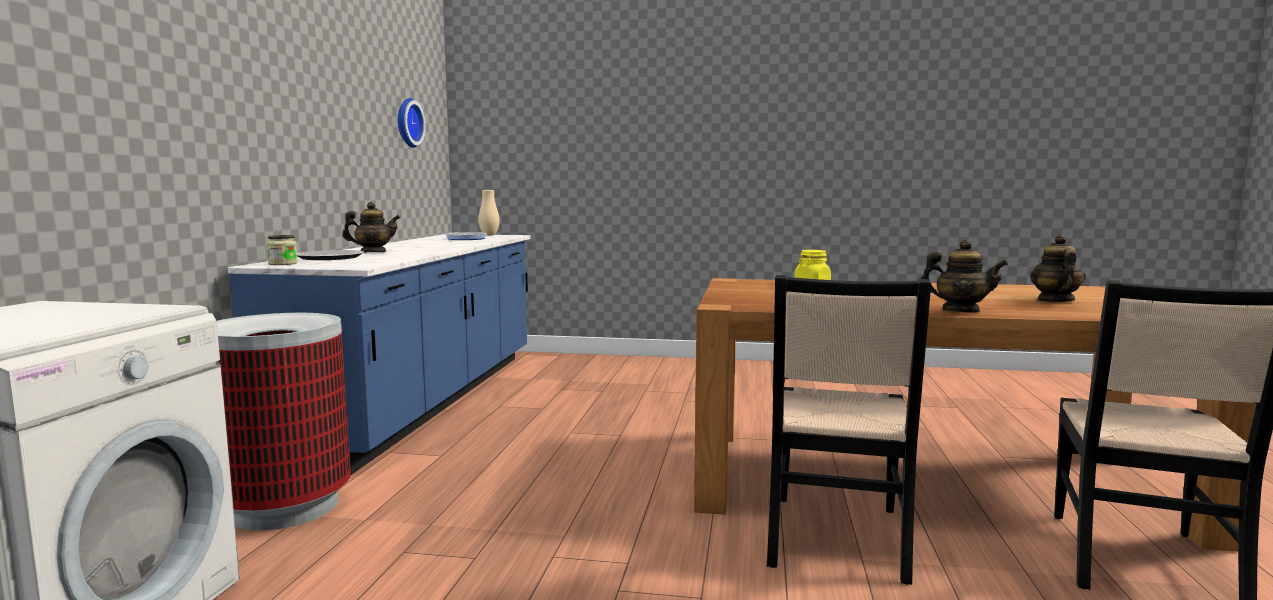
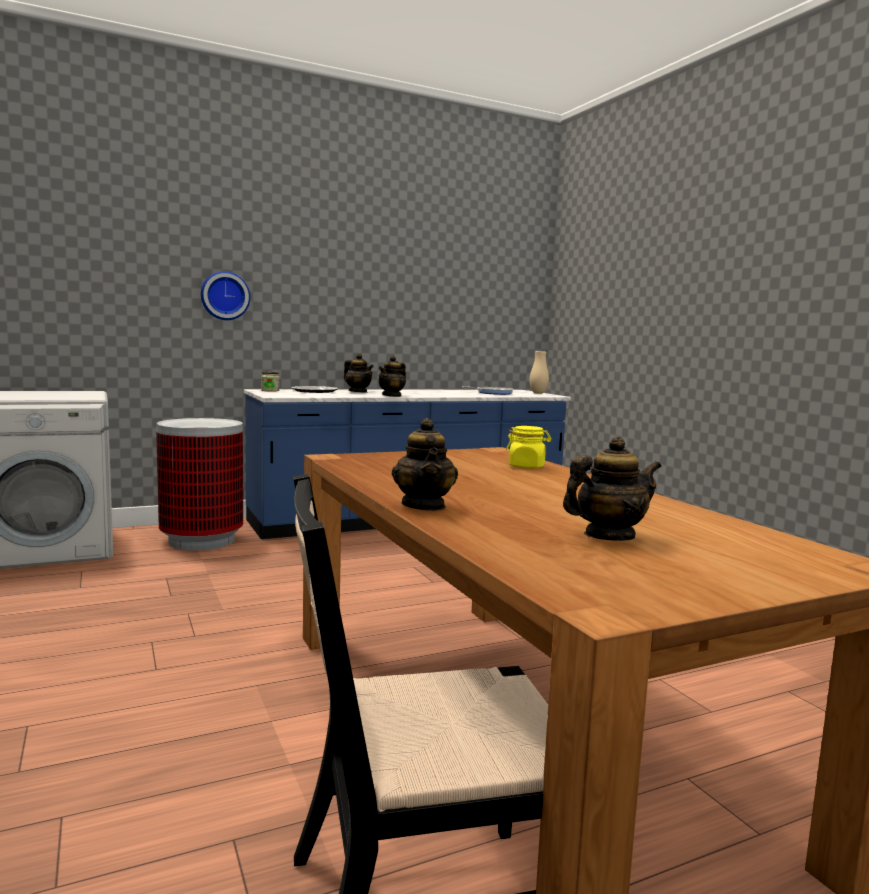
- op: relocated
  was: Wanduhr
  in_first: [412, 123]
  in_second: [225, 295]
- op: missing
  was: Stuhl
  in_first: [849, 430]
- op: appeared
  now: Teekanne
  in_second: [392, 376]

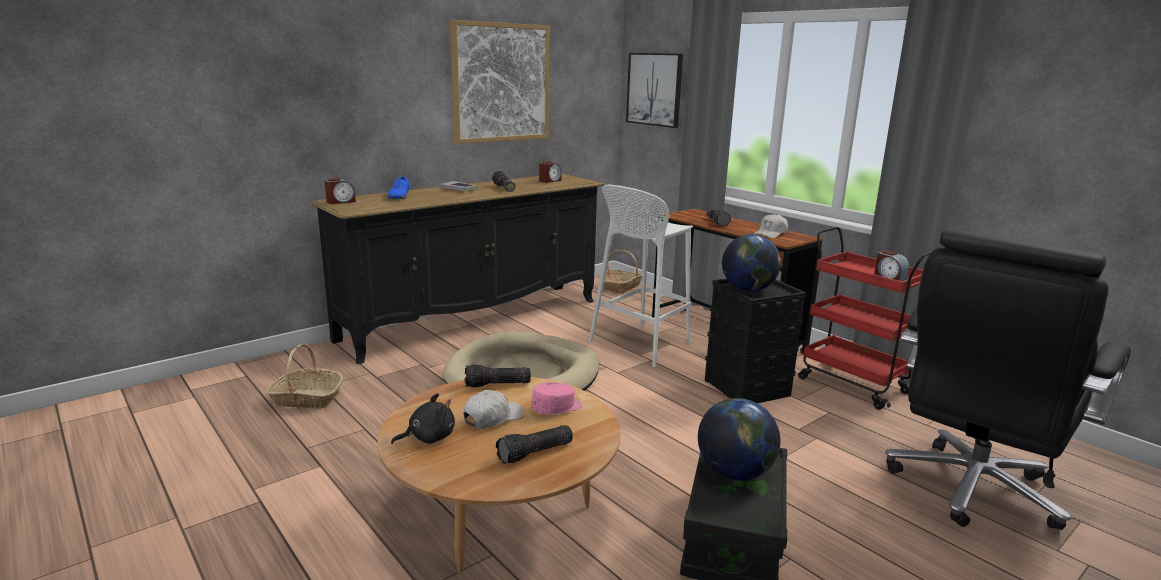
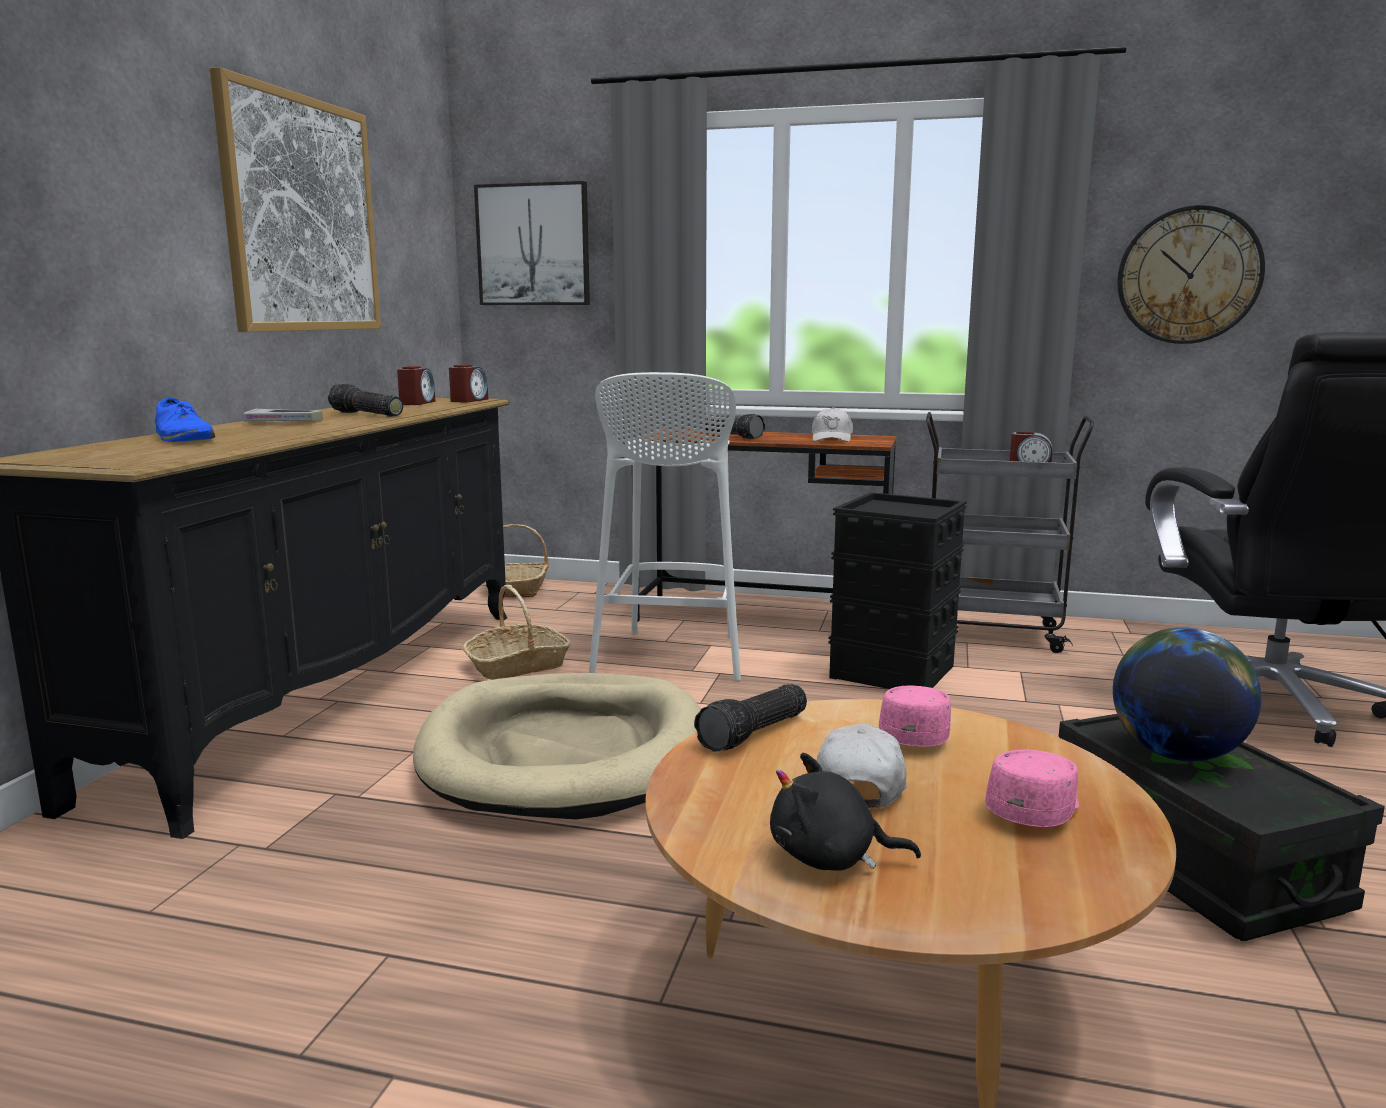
- op: relocated
  was: Wecker
  in_first: [340, 191]
  in_second: [468, 383]
- op: colour
  was: Rollwagen/rot
  now: Rollwagen/grau
  in_first: [865, 318]
  in_second: [1010, 532]
- op: missing
  was: Globus
  in_first: [751, 263]
- op: relocated
  was: Korb
  in_first: [305, 376]
  in_second: [516, 632]
- op: spun
  was: Plüschtier/schwarz
  in_first: [423, 418]
  in_second: [845, 811]
  clockwise: -105
- op: exchanged
  was: Taschenlampe
  now: Kappe/rosa
  in_first: [534, 444]
  in_second: [1032, 788]
- op: appeared
  now: Wanduhr
  in_second: [1191, 274]

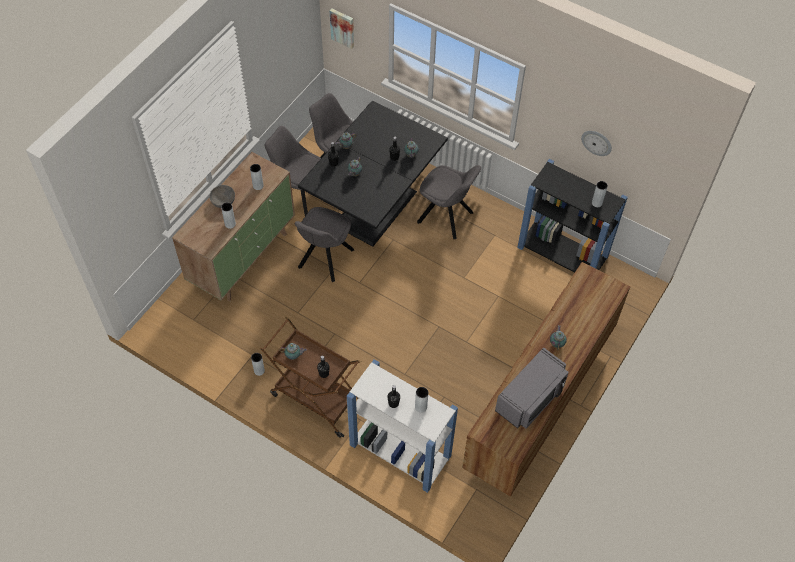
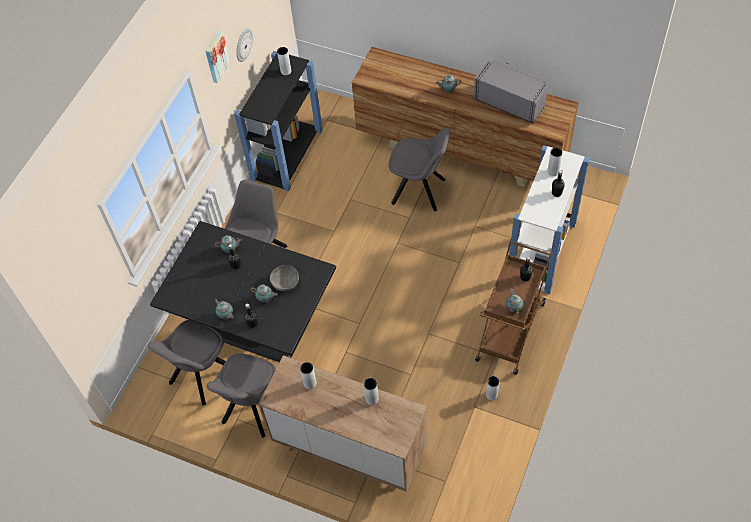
- op: relocated
  was: Bild
  in_first: [342, 29]
  in_second: [218, 56]
- op: relocated
  was: Schüssel/grau
  in_first: [222, 196]
  in_second: [284, 278]
- op: relocated
  was: Stuhl/grau
  in_first: [324, 244]
  in_second: [419, 169]

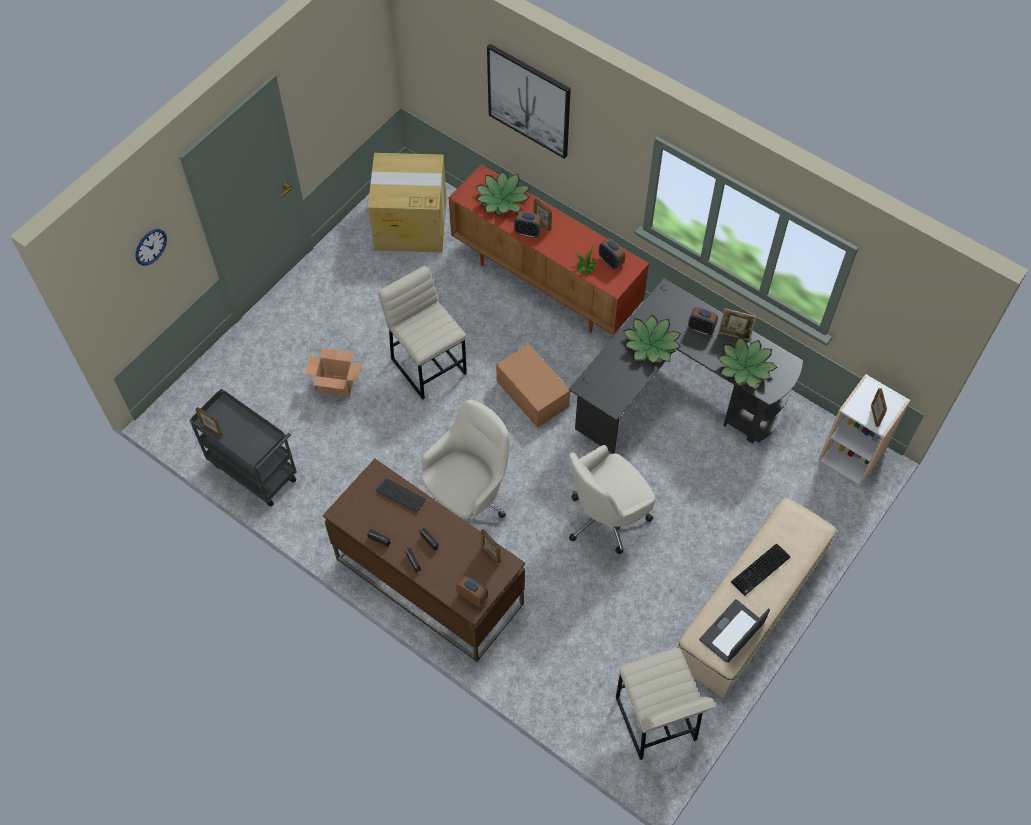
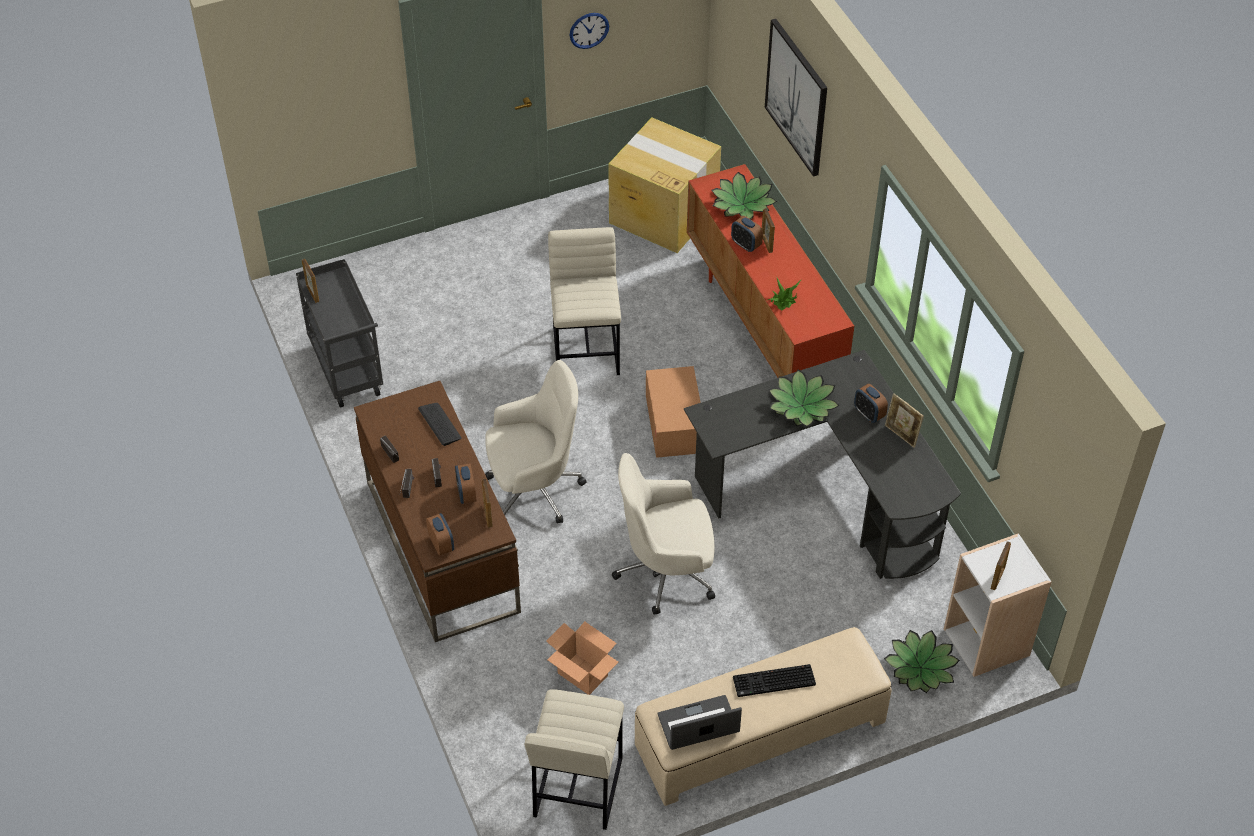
- op: relocated
  was: Wanduhr
  in_first: [151, 247]
  in_second: [589, 31]
- op: relocated
  was: Wecker
  in_first: [612, 253]
  in_second: [465, 484]
- op: relocated
  was: Topfpflanze
  in_first: [747, 362]
  in_second: [922, 661]
- op: relocated
  was: Karton
  in_first: [333, 372]
  in_second: [582, 658]

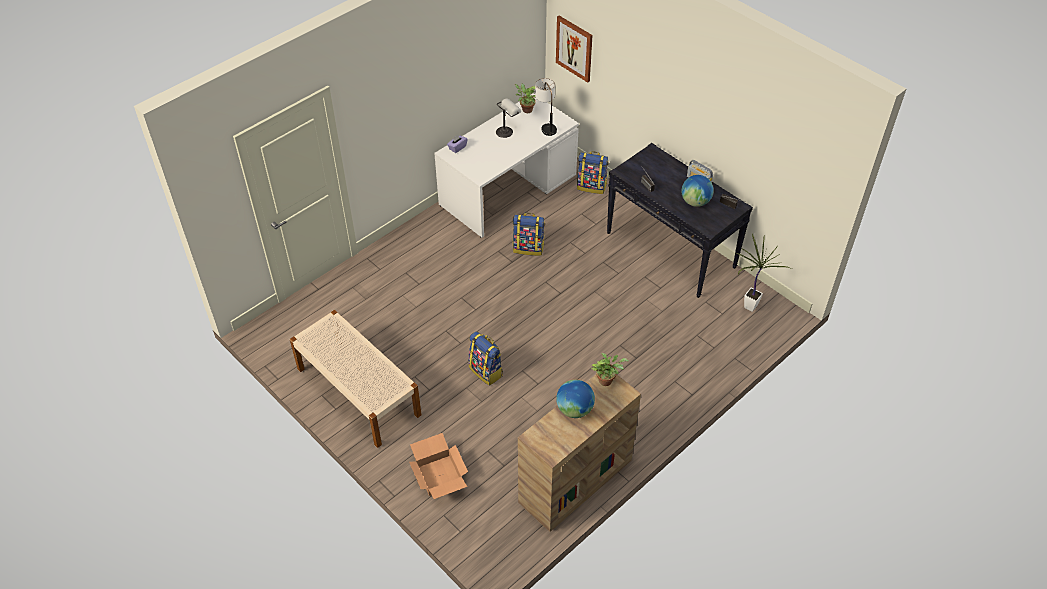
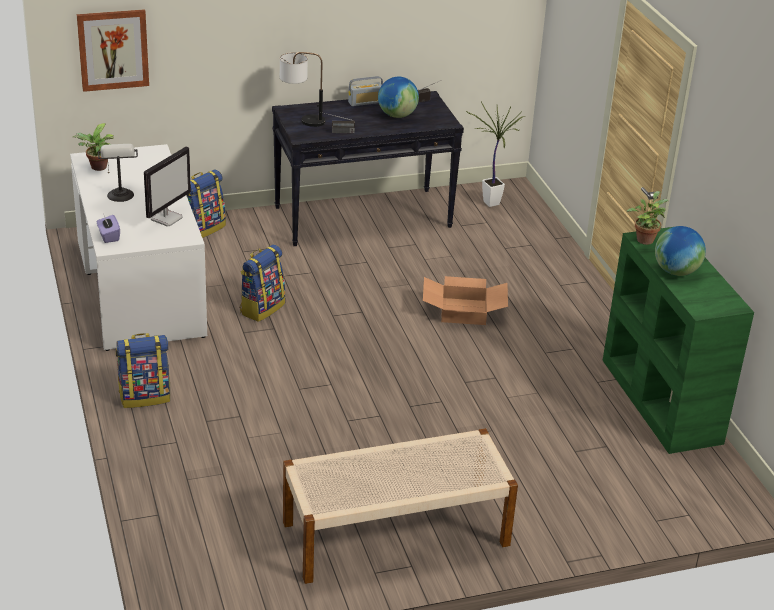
- op: relocated
  was: Tischlampe
  in_first: [546, 107]
  in_second: [302, 89]
- op: relocated
  was: Rucksack
  in_first: [485, 358]
  in_second: [143, 370]
- op: colour
  was: Bücherregal/braun
  now: Bücherregal/grün
  in_first: [579, 453]
  in_second: [678, 340]
- op: relocated
  was: Karton
  in_first: [438, 466]
  in_second: [465, 300]
- op: appeared
  now: Monitor
  in_second: [167, 186]

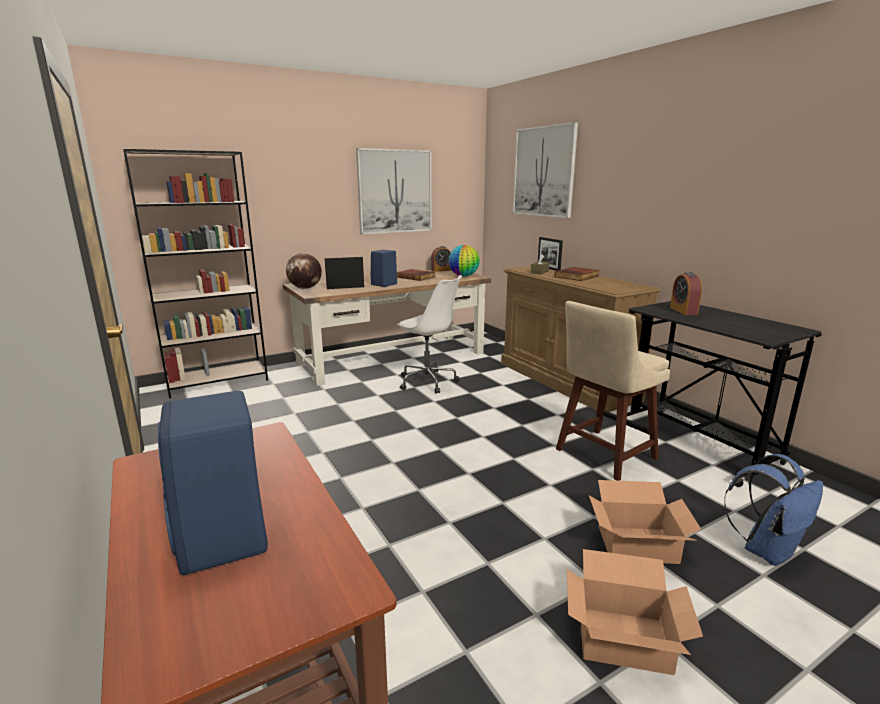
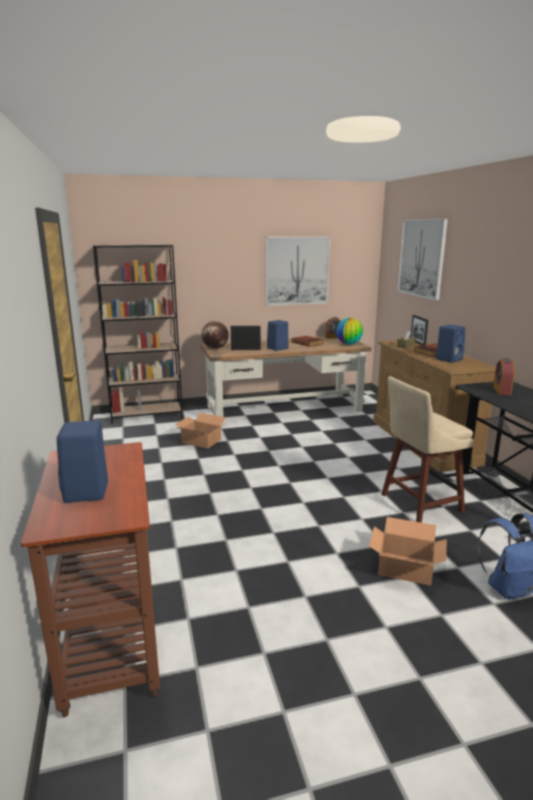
- op: missing
  was: Bürostuhl/weiß
  in_first: [429, 334]
- op: relocated
  was: Karton
  in_first: [635, 612]
  in_second: [200, 431]
- op: appeared
  now: Lautsprecher/blau
  in_second: [450, 343]

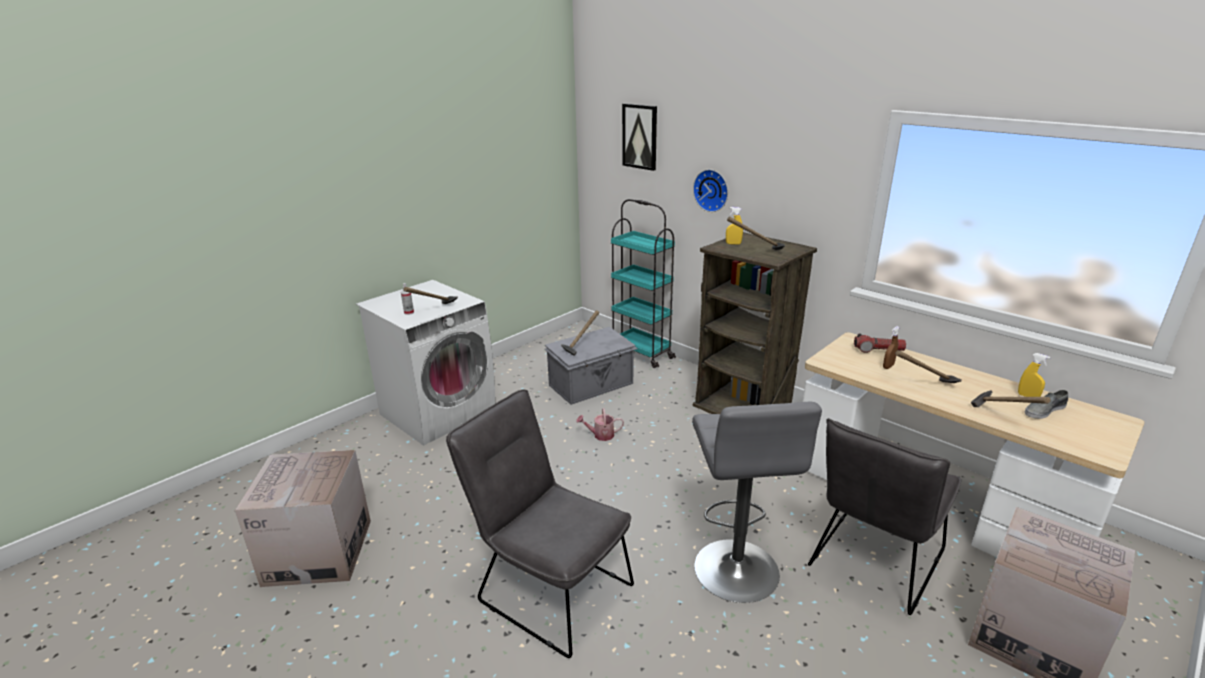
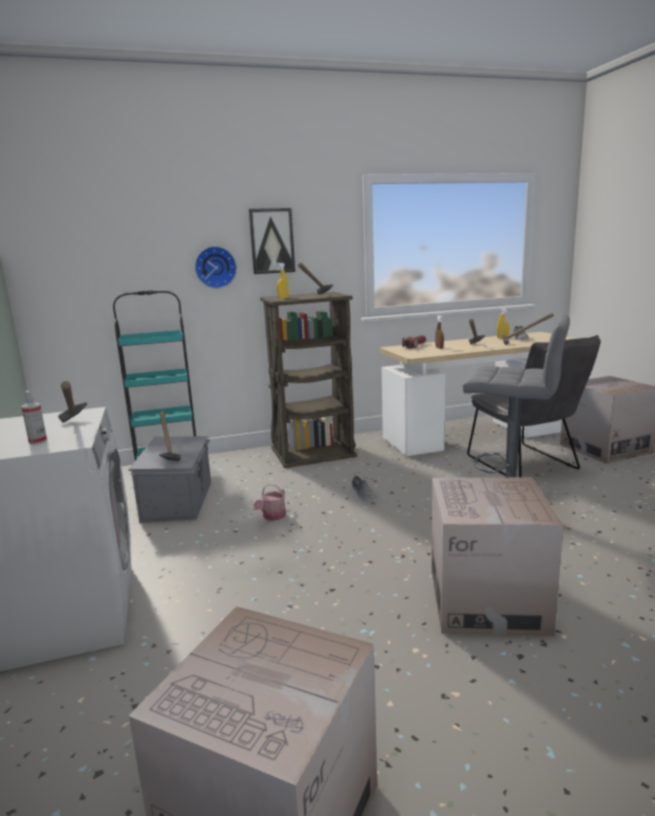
- op: relocated
  was: Bild
  in_first: [639, 137]
  in_second: [272, 241]
- op: exchanged
  was: Stuhl/grau
  now: Karton
  in_first: [540, 523]
  in_second: [497, 557]
- op: appeared
  now: Schuh/grau
  in_second: [364, 489]

